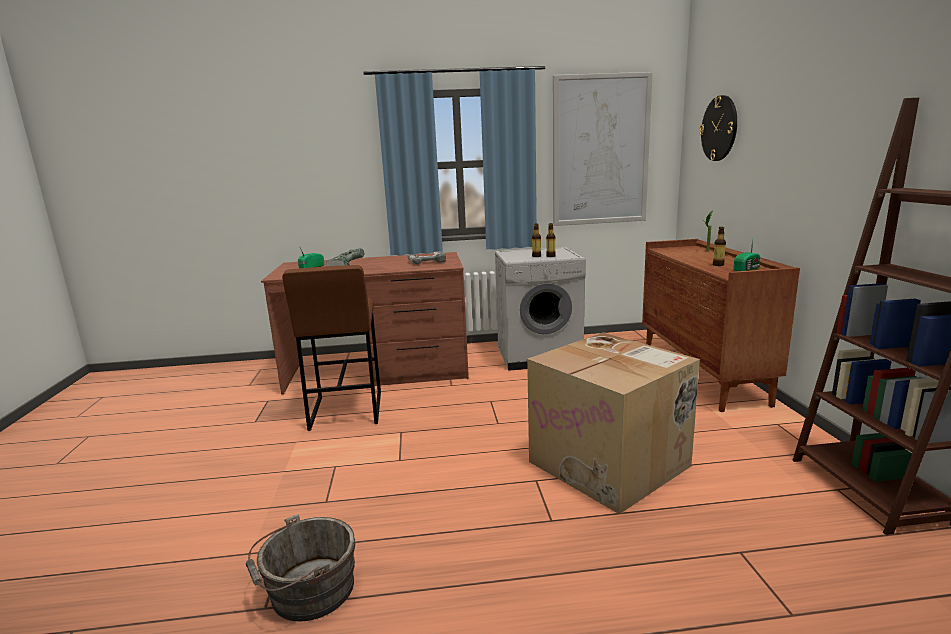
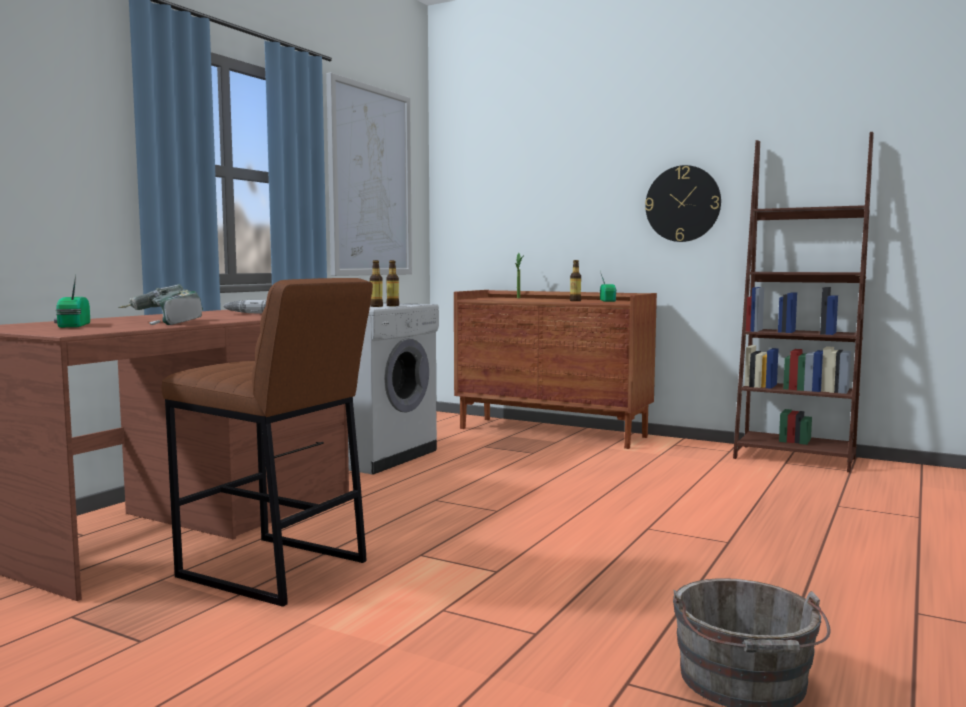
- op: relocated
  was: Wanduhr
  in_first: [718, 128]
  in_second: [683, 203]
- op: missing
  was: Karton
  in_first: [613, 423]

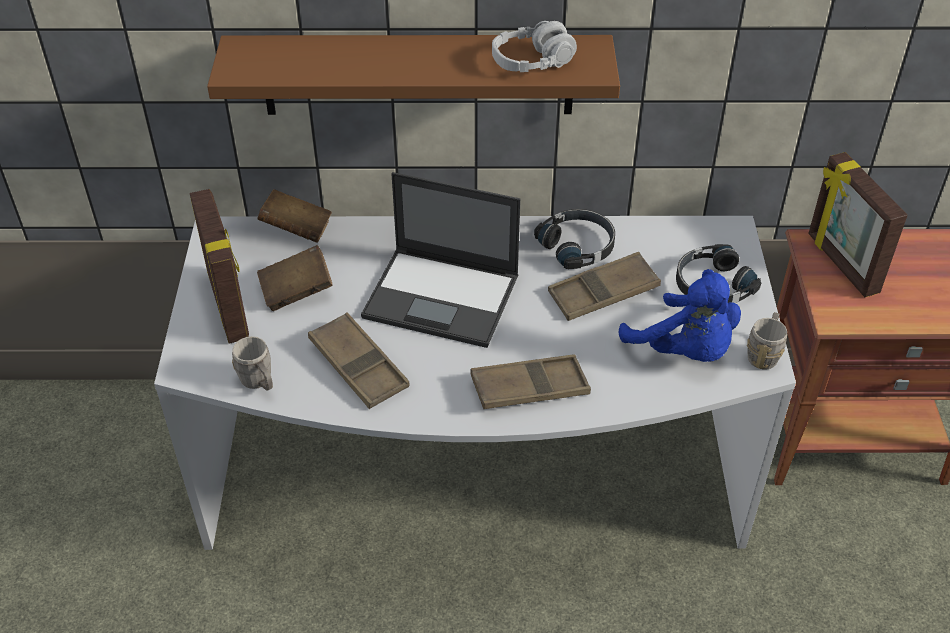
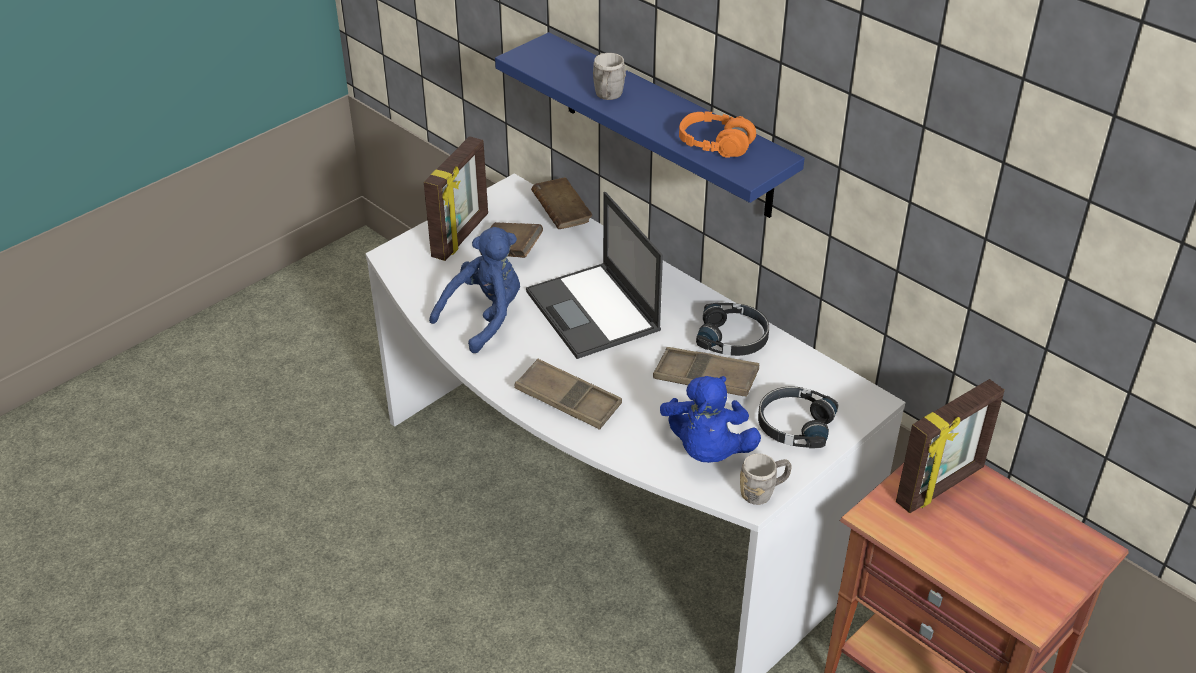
- op: colour
  was: Kopfhörer/grau
  now: Kopfhörer/orange
  in_first: [534, 46]
  in_second: [717, 134]
- op: colour
  was: Wandregal/braun
  now: Wandregal/blau
  in_first: [413, 75]
  in_second: [650, 125]
- op: spun
  was: Bilderrahmen
  in_first: [858, 224]
  in_second: [950, 446]
  clockwise: -150
- op: exchanged
  was: Tablett/braun
  now: Plüschtier/blau
  in_first: [359, 360]
  in_second: [474, 290]
- op: relocated
  was: Henkelbecher/grau
  in_first: [252, 363]
  in_second: [609, 76]

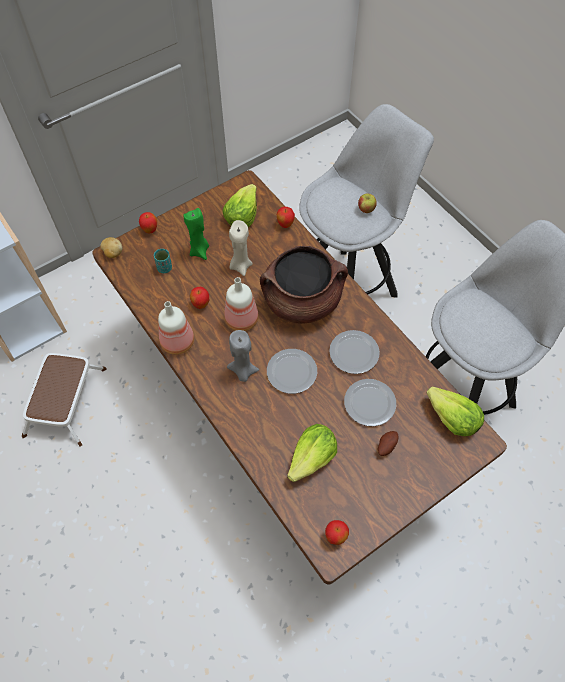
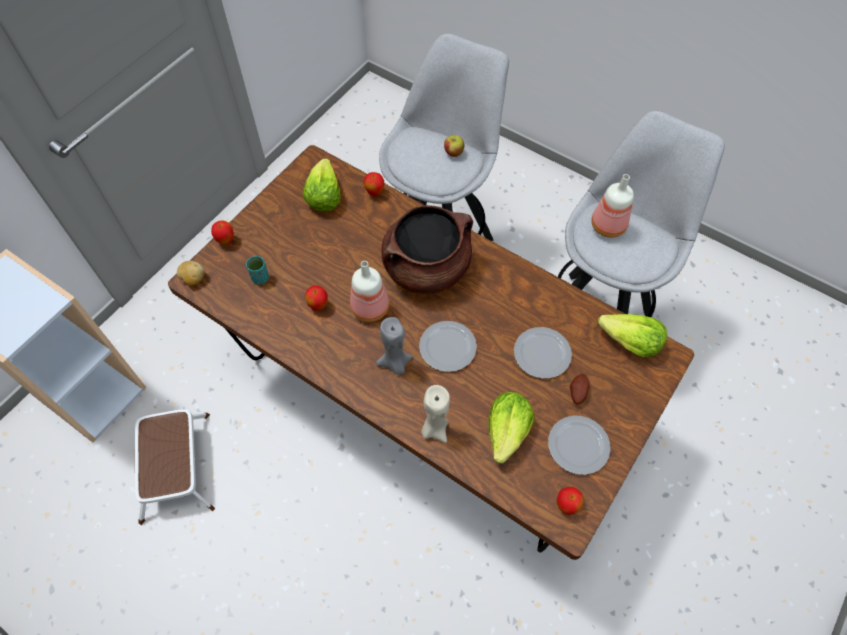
- op: missing
  was: Kerze/grün
  in_first: [196, 234]
- op: relocated
  was: Kerze/beige
  in_first: [240, 248]
  in_second: [435, 414]
- op: relocated
  was: Flasche
  in_first: [176, 328]
  in_second: [612, 206]
- op: relocated
  was: Teller
  in_first: [354, 352]
  in_second: [579, 445]

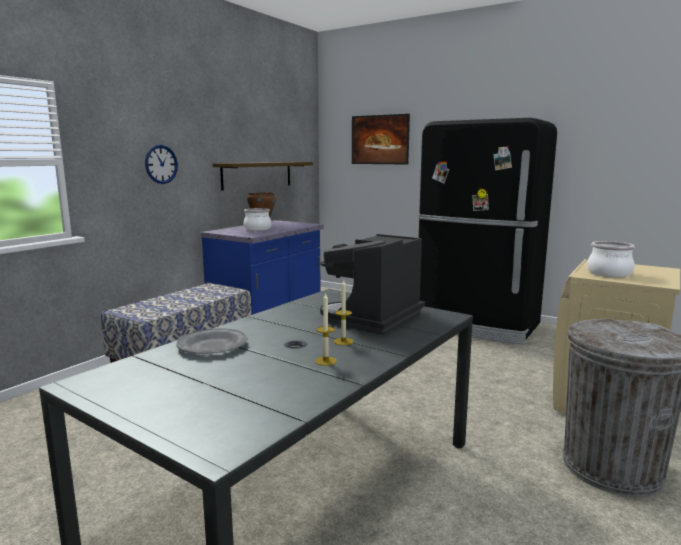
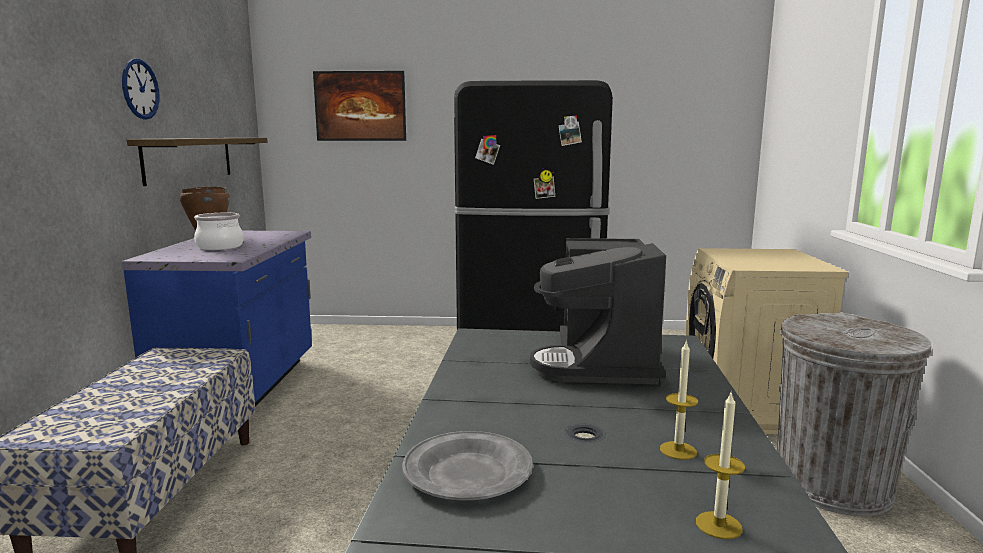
- op: relocated
  was: Wanduhr
  in_first: [161, 164]
  in_second: [141, 89]
- op: missing
  was: Kochtopf
  in_first: [611, 259]
- op: relocated
  was: Kerze
  in_first: [343, 312]
  in_second: [720, 466]

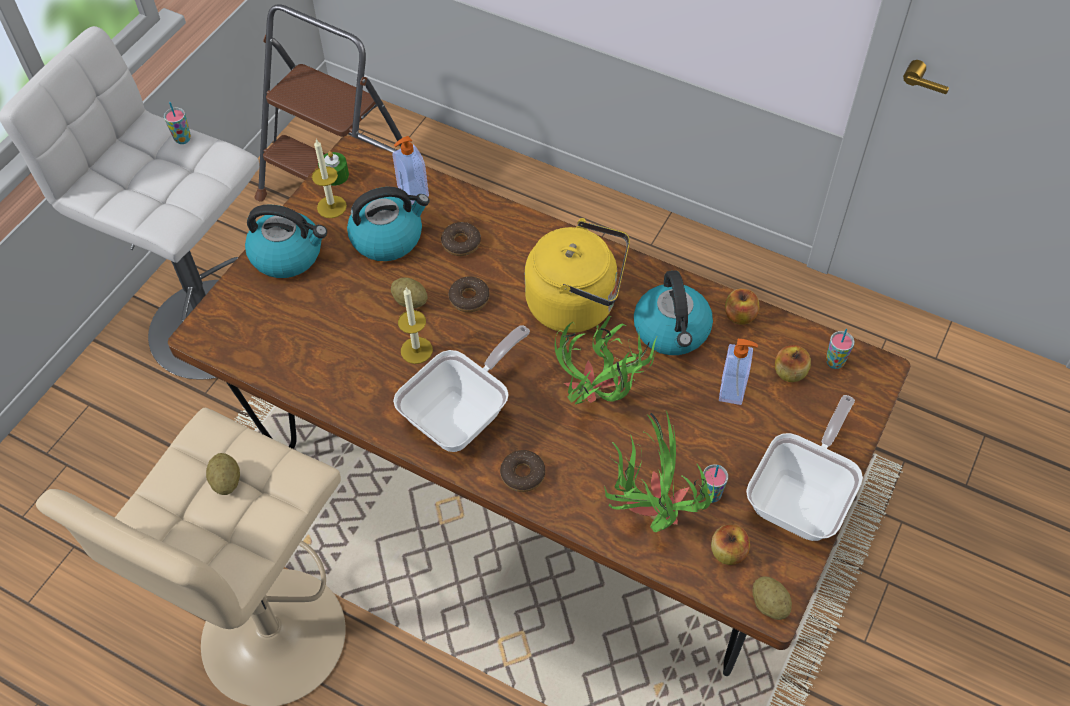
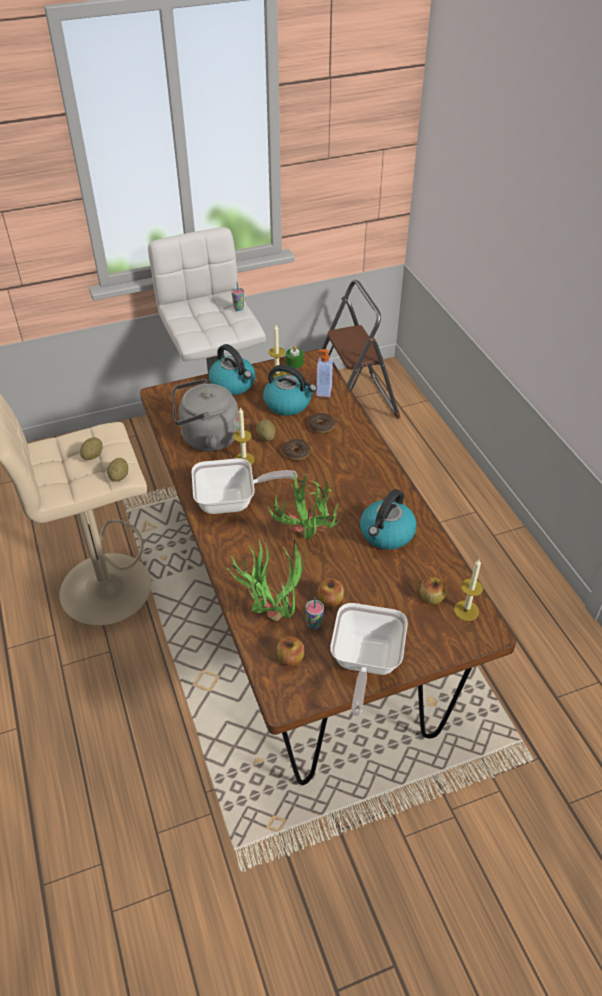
- op: missing
  was: Wasserkessel/gelb
  in_first: [577, 275]
- op: relocated
  was: Apfel
  in_first: [742, 307]
  in_second: [330, 592]
- op: exchanged
  was: Tasse
  now: Kerze
  in_first: [840, 349]
  in_second: [468, 590]
- op: missing
  was: Seifenspender
  in_first: [738, 372]
- op: spun
  was: Pfanne
  in_first: [804, 468]
  in_second: [369, 659]
  clockwise: 120
- op: missing
  was: Donut
  in_first: [522, 471]
- op: relocated
  was: Kartoffel
  in_first: [772, 598]
  in_second: [117, 470]
- op: appeared
  now: Wasserkessel/grau
  in_second: [205, 415]

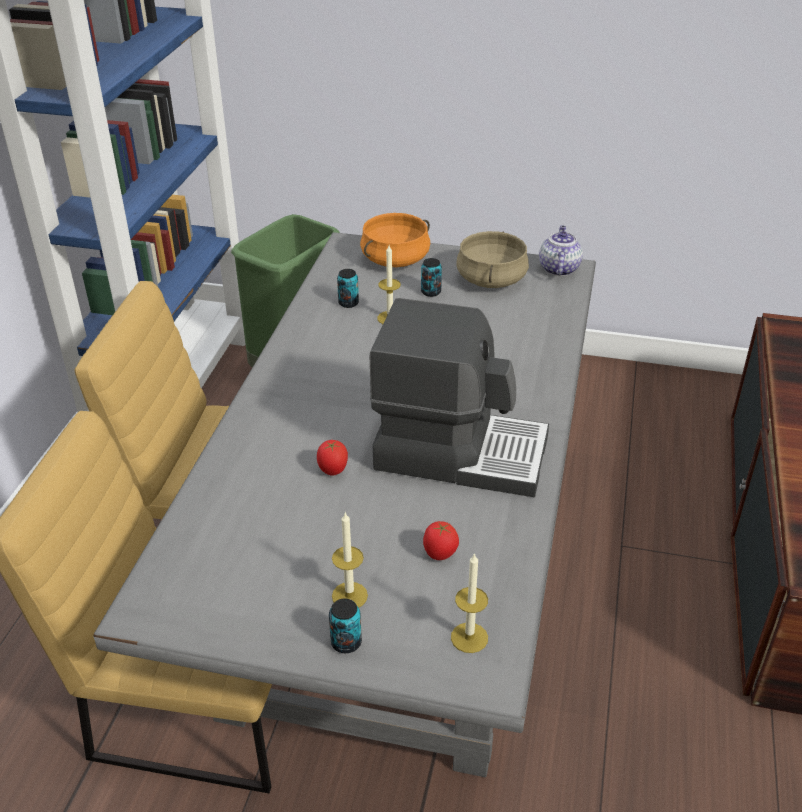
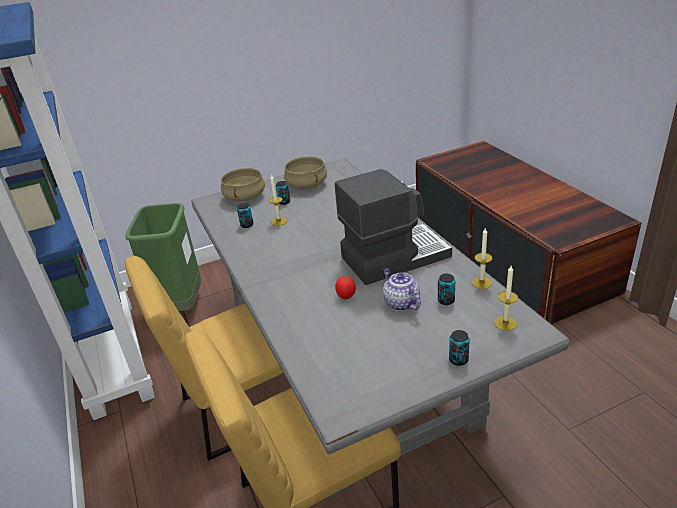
- op: colour
  was: Kochtopf/orange
  now: Kochtopf/beige
  in_first: [395, 240]
  in_second: [243, 184]
- op: relocated
  was: Teekanne
  in_first: [561, 251]
  in_second: [402, 289]
- op: relocated
  was: Kerze
  in_first: [350, 560]
  in_second: [482, 258]
- op: exchanged
  was: Tomate
  now: Dose
  in_first: [441, 540]
  in_second: [446, 289]

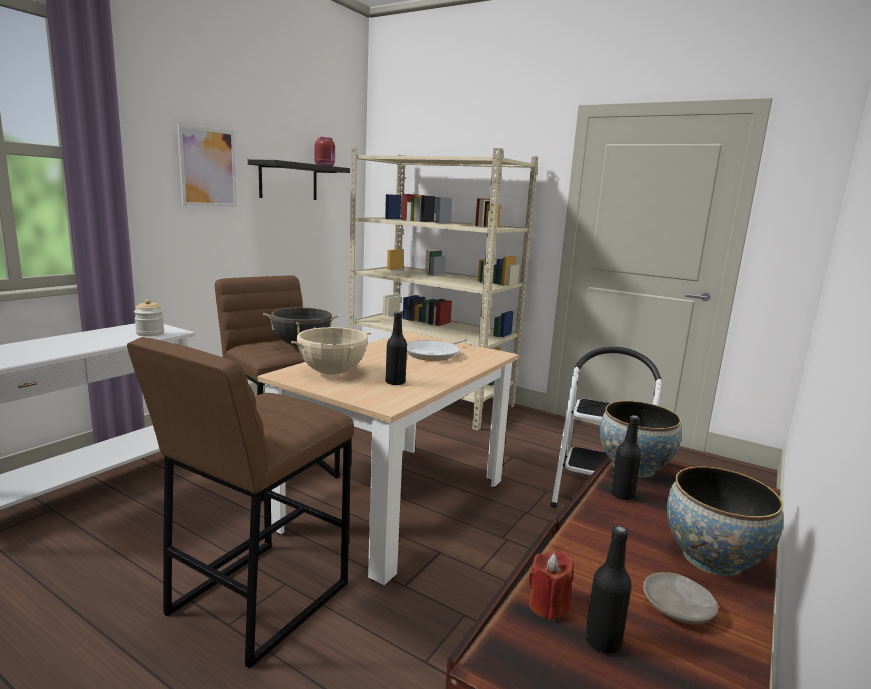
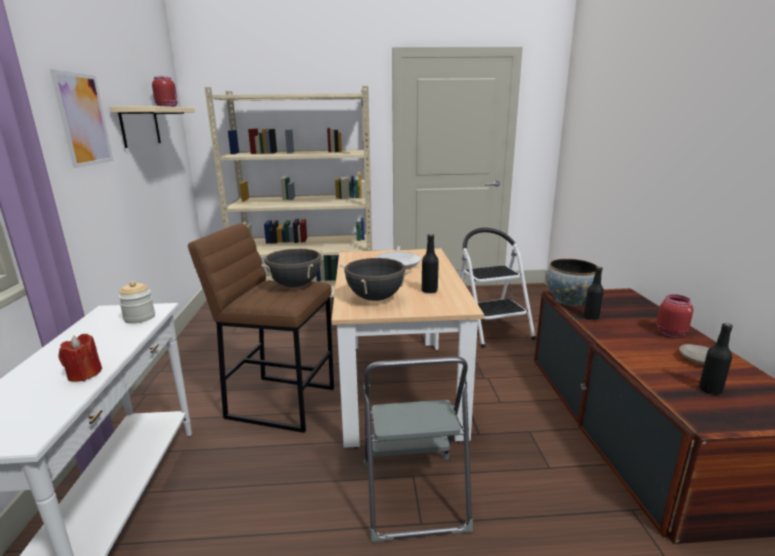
- op: colour
  was: Wandregal/schwarz
  now: Wandregal/beige
  in_first: [299, 179]
  in_second: [152, 127]
- op: colour
  was: Kochtopf/beige
  now: Kochtopf/schwarz
  in_first: [331, 351]
  in_second: [376, 279]
- op: exchanged
  was: Hocker/braun
  now: Trittleiter/grau
  in_first: [240, 503]
  in_second: [418, 449]
- op: exchanged
  was: Schüssel
  now: Vorratsglas/rot
  in_first: [725, 521]
  in_second: [675, 315]
- op: relocated
  was: Kerze/rot
  in_first: [551, 585]
  in_second: [80, 358]

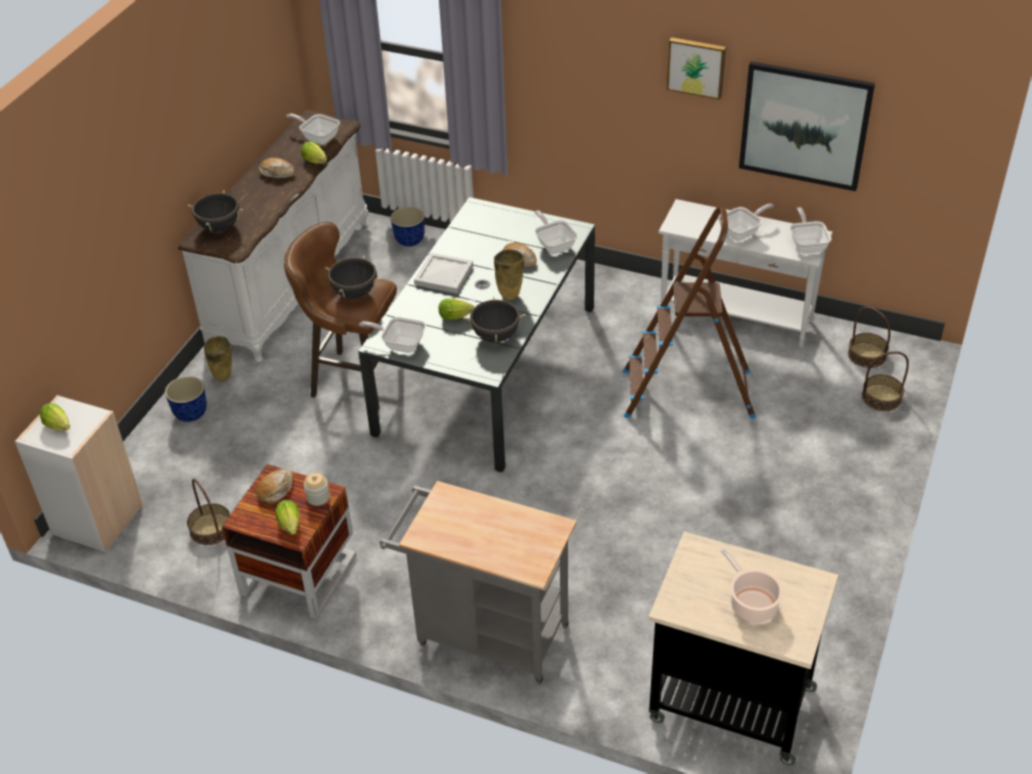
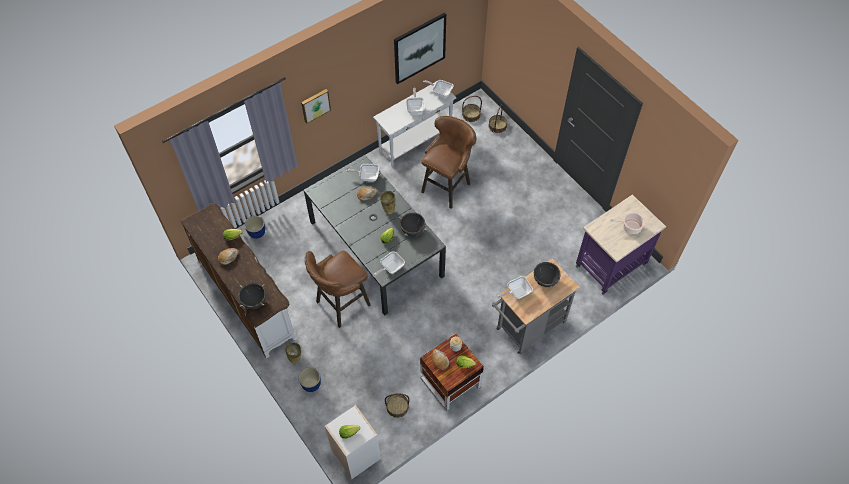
- op: relocated
  was: Bild
  in_first: [696, 68]
  in_second: [316, 106]
- op: relocated
  was: Pfanne
  in_first: [313, 129]
  in_second: [515, 287]
- op: exchanged
  was: Trittleiter/braun
  now: Hocker/braun
  in_first: [689, 312]
  in_second: [448, 162]
- op: missing
  was: Tablett/weiß
  in_first: [443, 273]
- op: relocated
  was: Kochtopf/schwarz
  in_first: [352, 277]
  in_second: [547, 274]
- op: colour
  was: Rollwagen/schwarz
  now: Rollwagen/lila
  in_first: [744, 648]
  in_second: [621, 244]

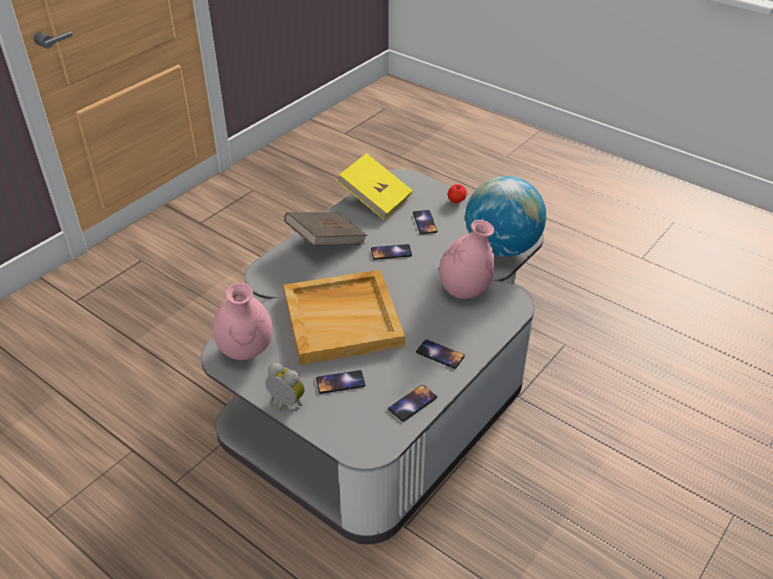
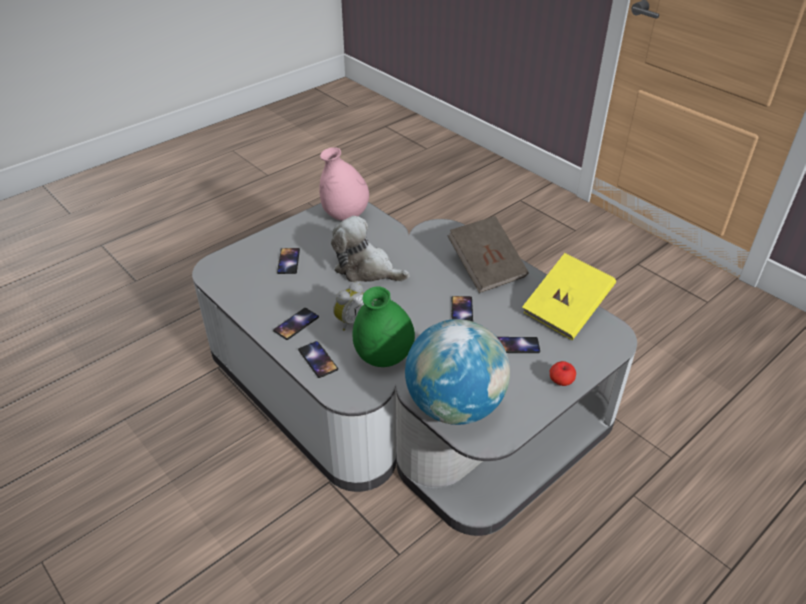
- op: colour
  was: Vase/rosa
  now: Vase/grün
  in_first: [467, 259]
  in_second: [384, 326]
- op: exchanged
  was: Tablett/beige
  now: Plüschtier
  in_first: [344, 317]
  in_second: [370, 249]
- op: relocated
  was: Wecker
  in_first: [285, 386]
  in_second: [348, 306]
- op: relocated
  was: Handy
  in_first: [412, 403]
  in_second: [318, 359]

